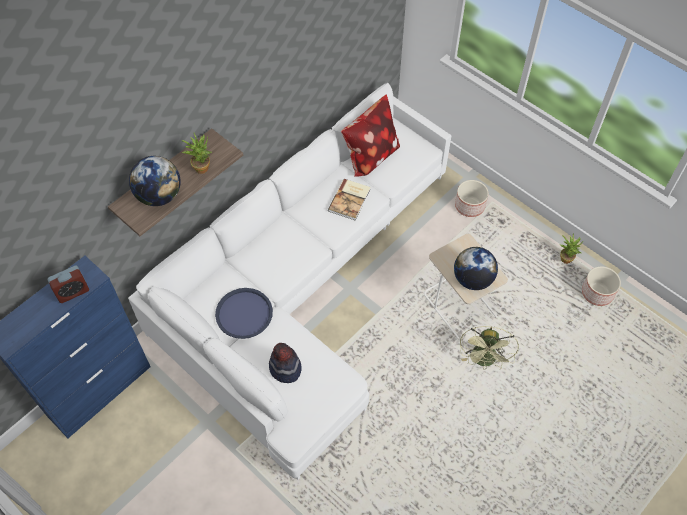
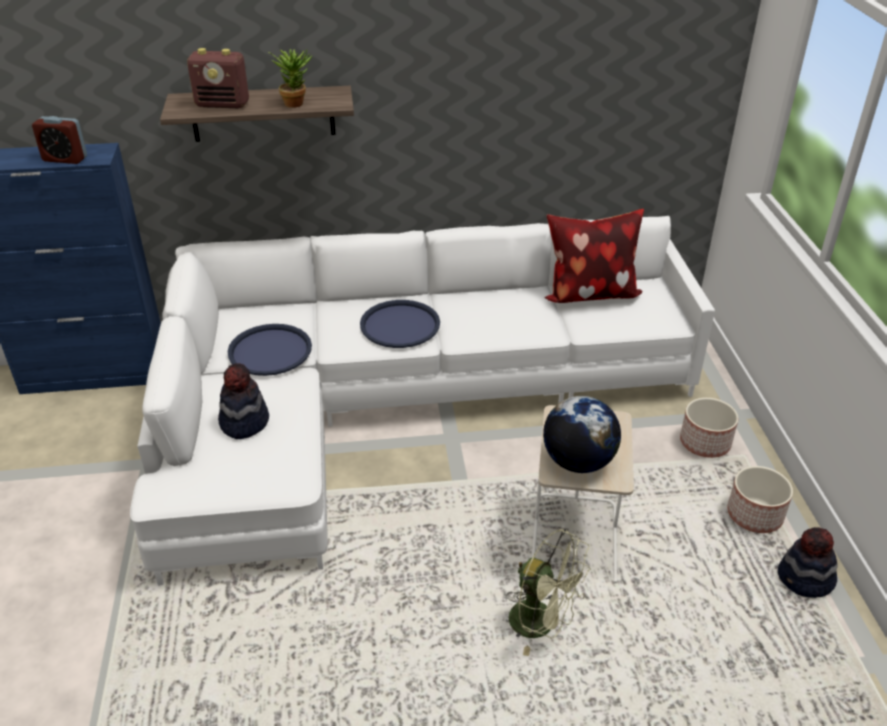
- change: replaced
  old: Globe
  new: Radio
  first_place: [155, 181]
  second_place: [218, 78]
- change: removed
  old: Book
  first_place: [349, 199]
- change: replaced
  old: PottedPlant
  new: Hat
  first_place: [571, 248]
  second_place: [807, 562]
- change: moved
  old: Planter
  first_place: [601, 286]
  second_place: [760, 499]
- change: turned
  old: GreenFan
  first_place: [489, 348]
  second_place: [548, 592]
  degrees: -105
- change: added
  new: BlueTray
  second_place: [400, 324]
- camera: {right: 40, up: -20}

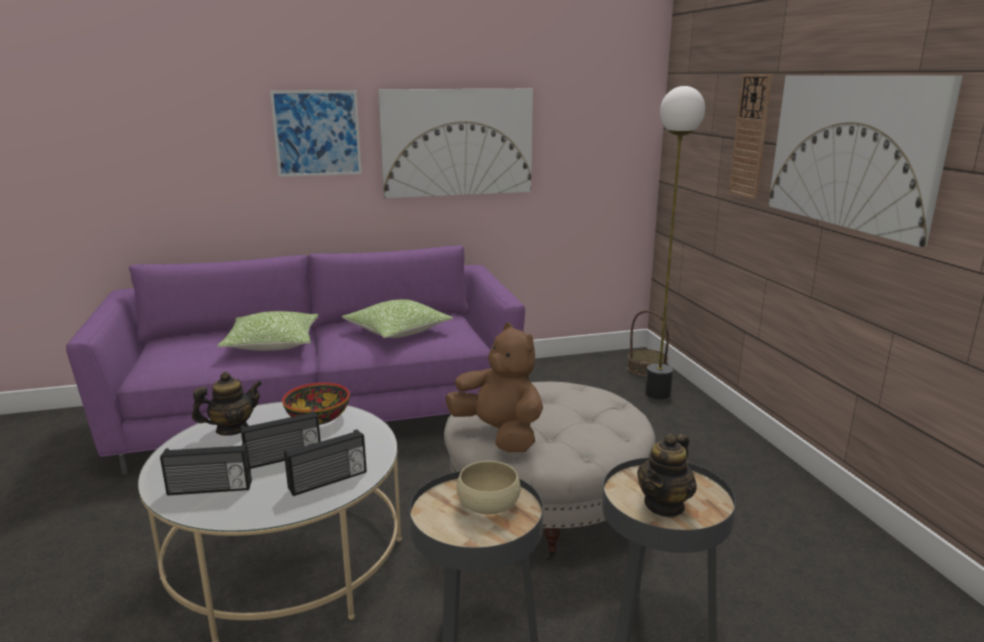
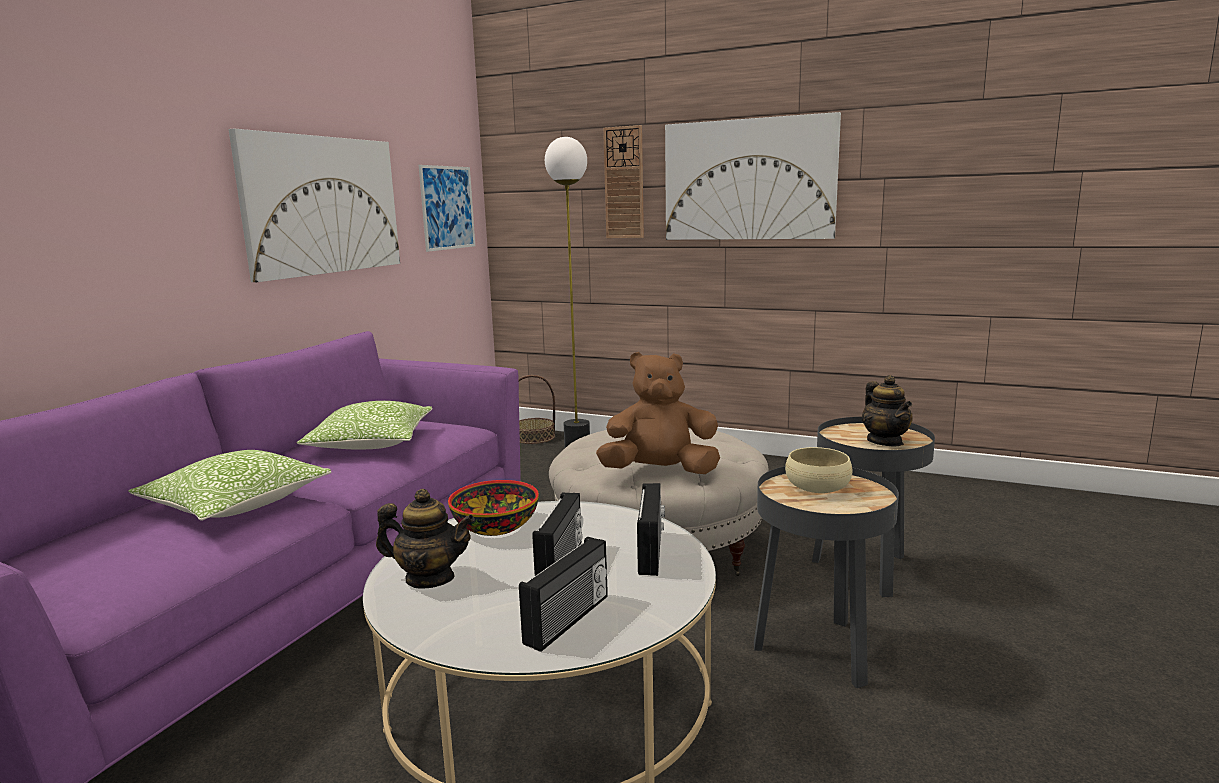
- change: moved
  old: Picture
  first_place: [316, 133]
  second_place: [447, 208]
- change: turned
  old: Teapot
  first_place: [227, 403]
  second_place: [425, 538]
  degrees: 90
- camera: {right: -50, up: -5}

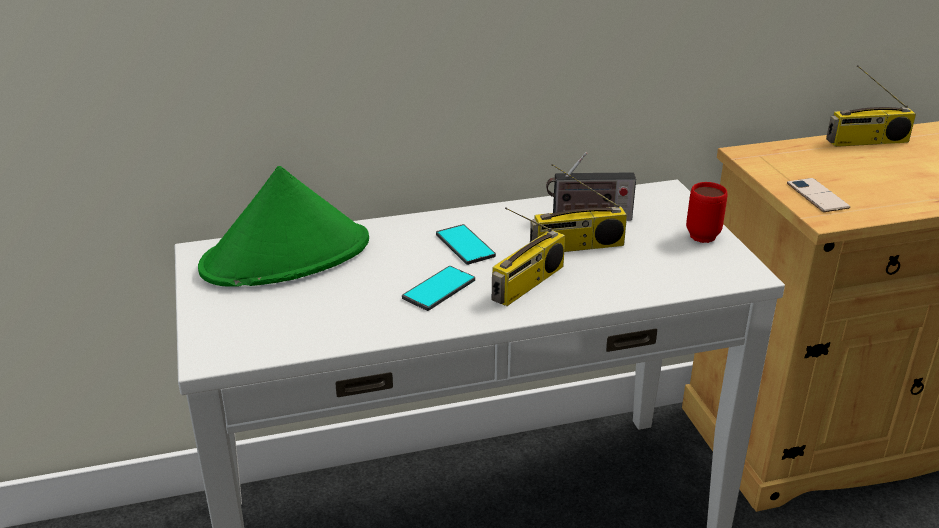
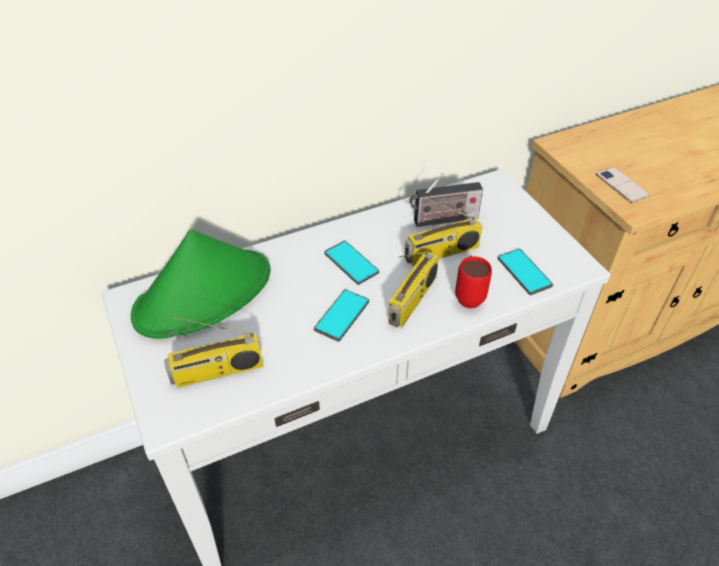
- change: moved
  old: Radio
  first_place: [871, 106]
  second_place: [213, 352]
- change: moved
  old: RedMug
  first_place: [706, 212]
  second_place: [473, 282]
- change: added
  new: Phone
  second_place: [525, 272]
- camera: {right: -10, up: 15}

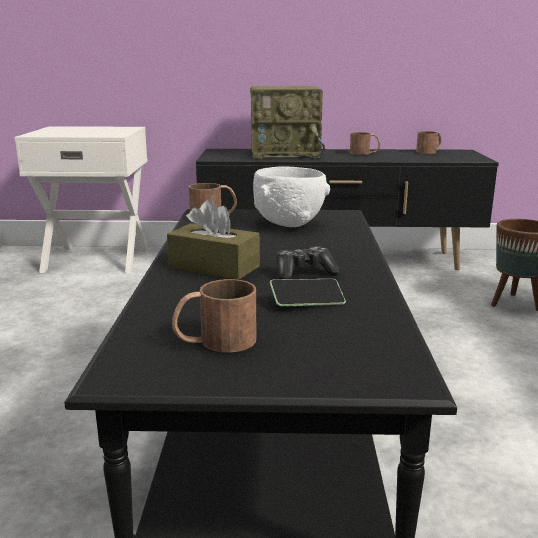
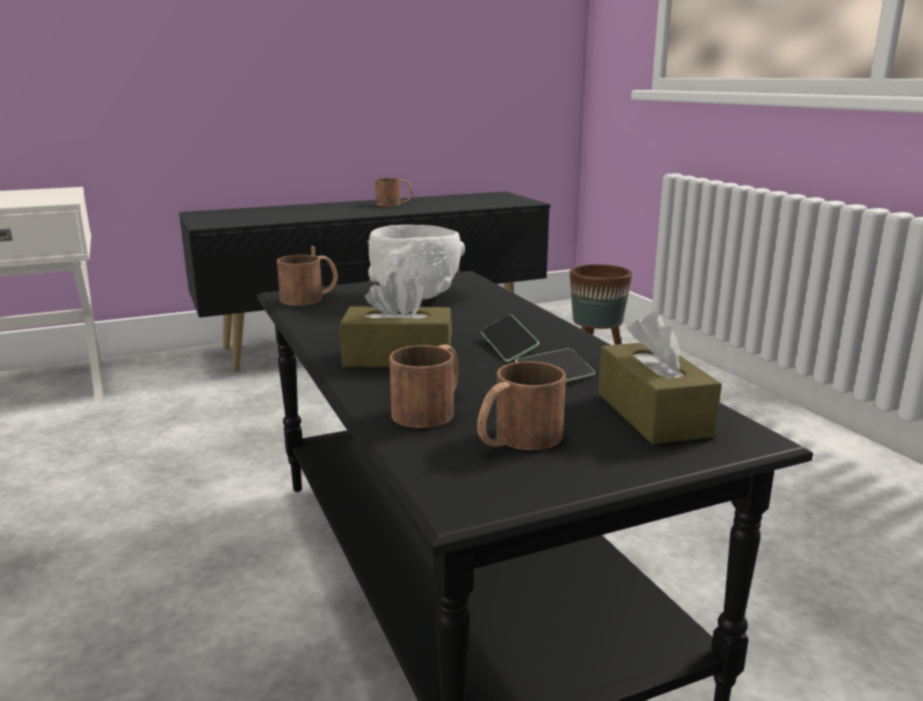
- change: removed
  old: Radio
  first_place: [287, 122]
- change: moved
  old: BrownMug
  first_place: [429, 142]
  second_place: [424, 386]
- change: replaced
  old: GameController
  new: Phone
  first_place: [308, 262]
  second_place: [510, 338]
- change: added
  new: BrownTissueBox
  second_place: [660, 378]
- camera: {right: -25, up: 0}

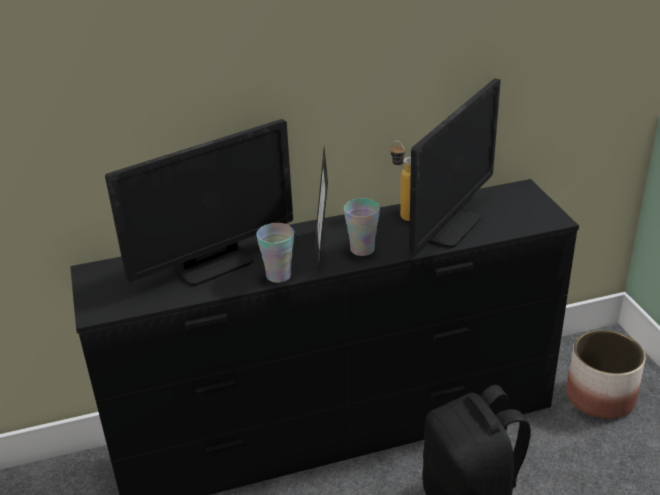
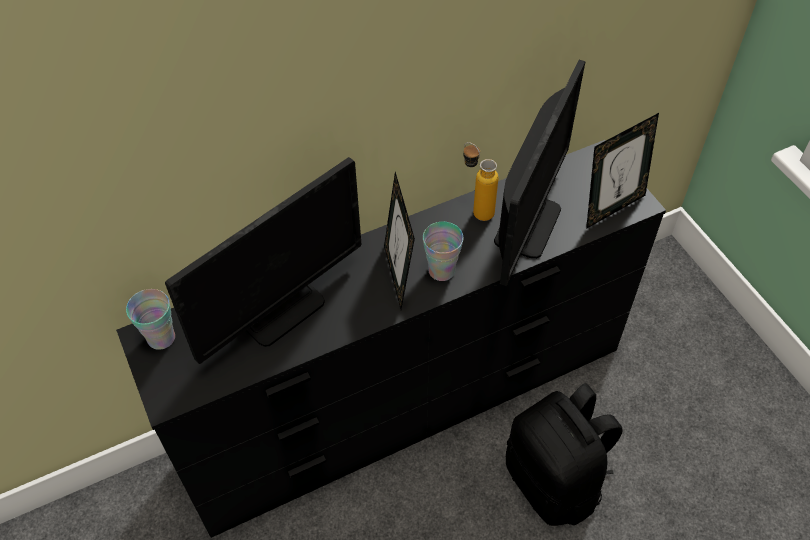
- change: moved
  old: Cup
  first_place: [275, 253]
  second_place: [150, 319]
- change: removed
  old: Planter
  first_place: [606, 374]
- change: added
  new: PictureFrame
  second_place: [622, 171]
- camera: {right: -10, up: 20}

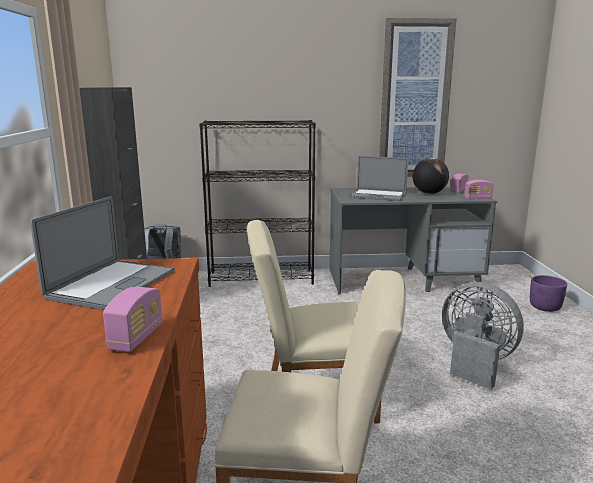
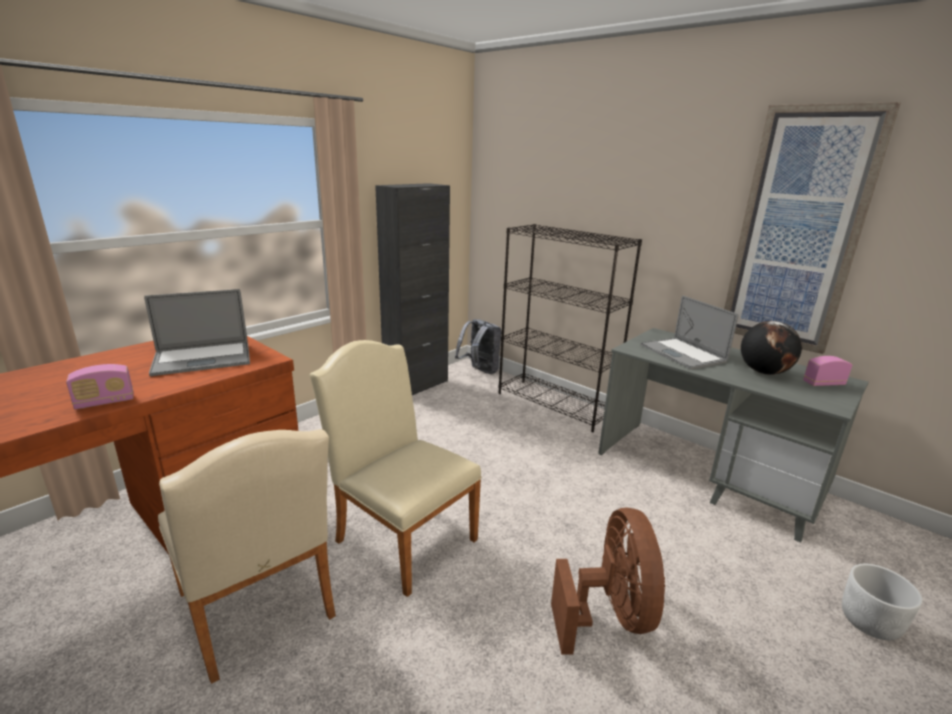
- change: removed
  old: Radio
  first_place: [479, 190]
- change: recoloured
  old: PurplePlanter
  new: WhitePlanter
  first_place: [548, 293]
  second_place: [882, 602]
- change: recoloured
  old: GreyFan
  new: BrownFan
  first_place: [483, 336]
  second_place: [608, 581]
- camera: {right: 45, up: 5}

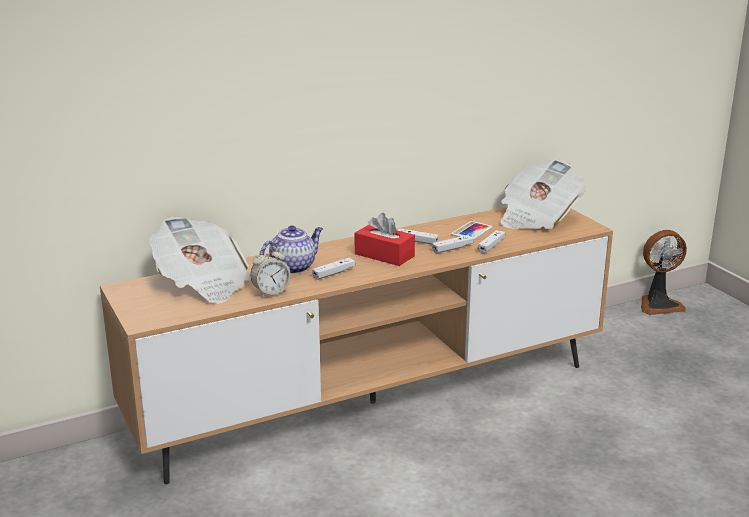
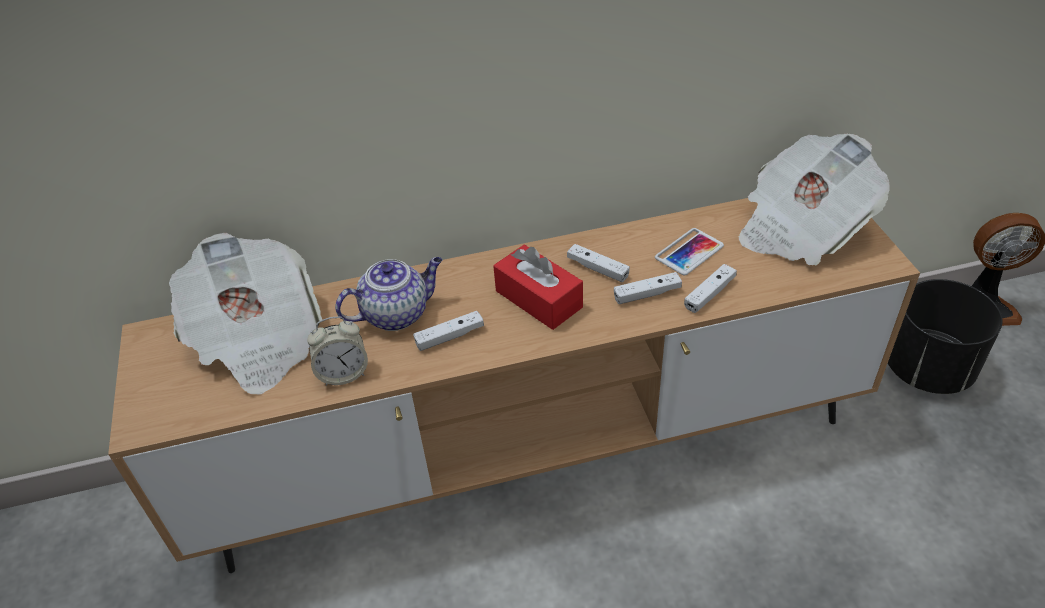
- change: added
  new: BlackPlanter
  second_place: [945, 336]
- camera: {right: 15, up: 20}

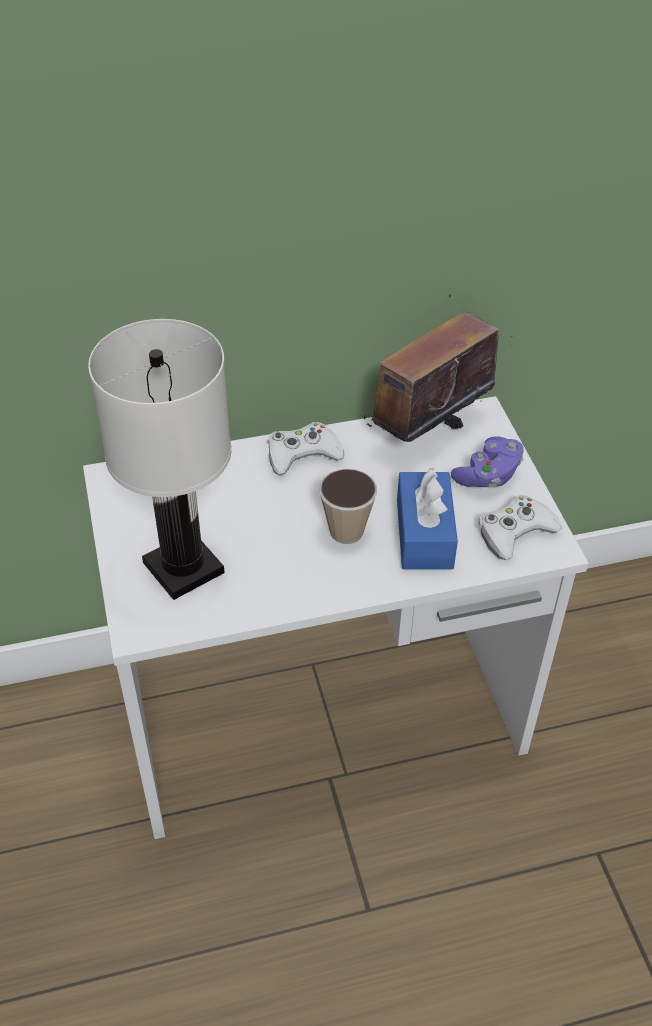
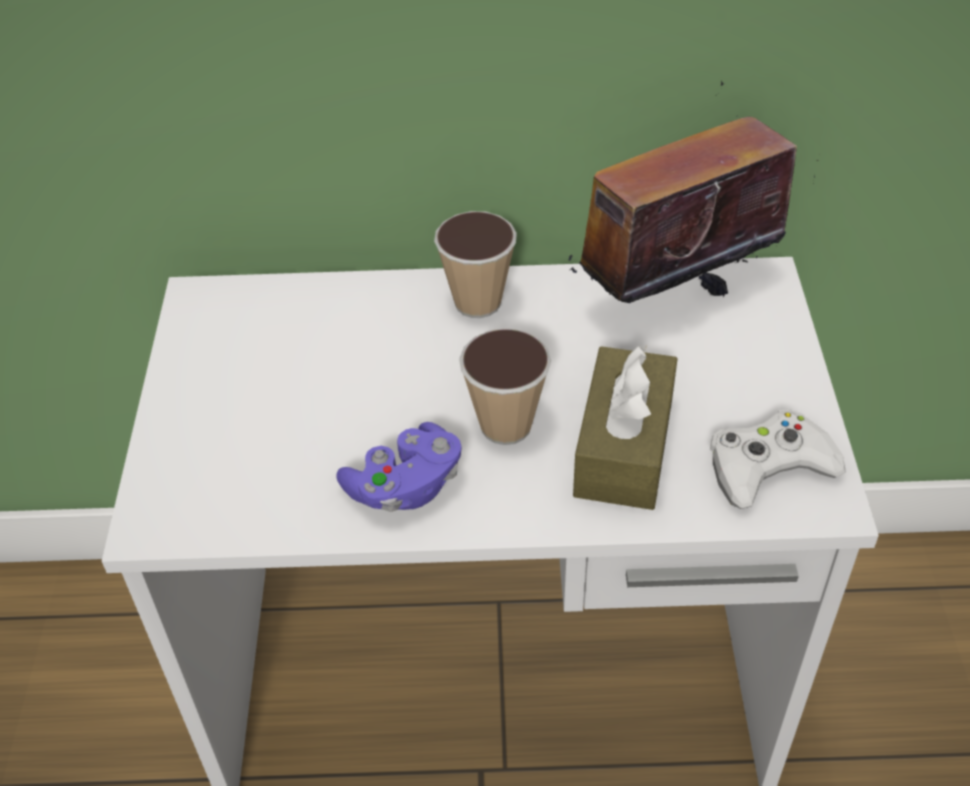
- change: removed
  old: WhiteTableLamp
  first_place: [159, 459]
- change: replaced
  old: WhiteGameController
  new: Cup
  first_place: [305, 448]
  second_place: [475, 264]
- change: moved
  old: PurpleGameController
  first_place: [487, 462]
  second_place: [399, 467]
- change: recoloured
  old: BlueTissueBox
  new: BrownTissueBox
  first_place: [427, 518]
  second_place: [625, 427]
- camera: {right: 15, up: 0}

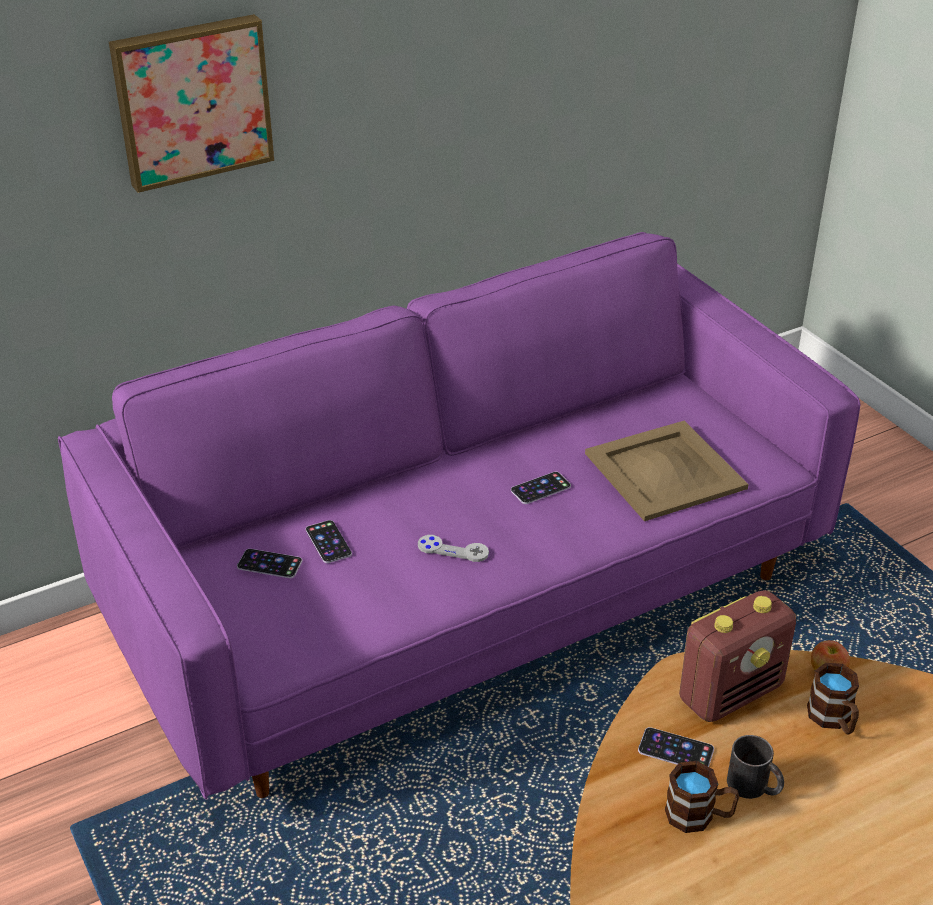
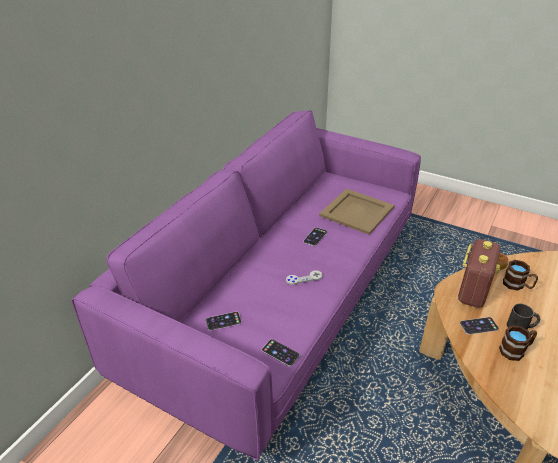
- change: removed
  old: Picture
  first_place: [191, 103]
- change: moved
  old: Phone
  first_place: [329, 541]
  second_place: [281, 353]
- camera: {right: -30, up: 0}

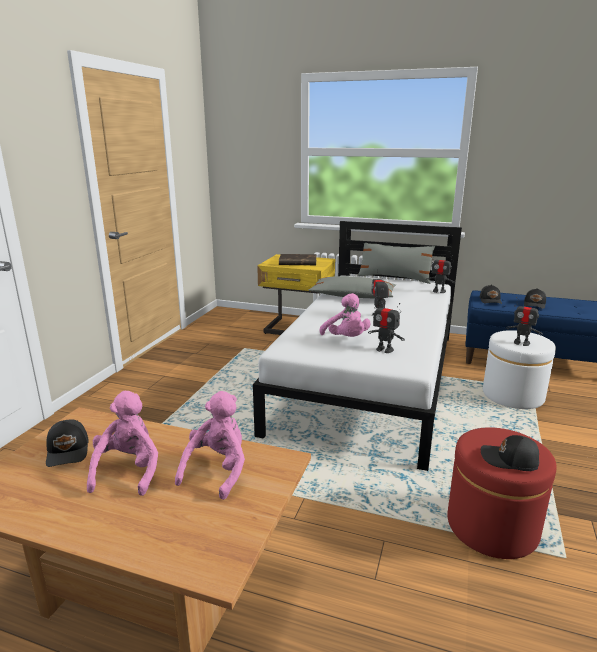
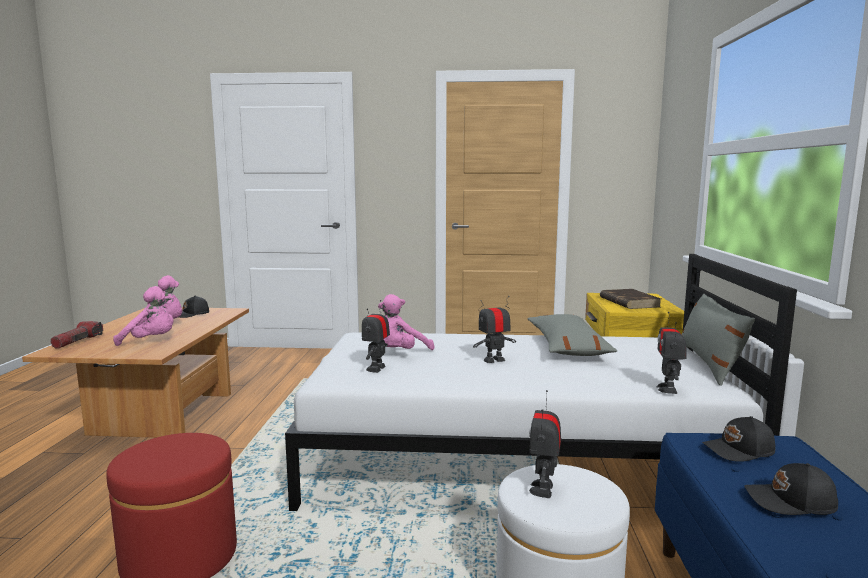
- change: removed
  old: BlackCap
  first_place: [510, 453]
- change: added
  new: Flashlight
  second_place: [76, 335]
- camera: {right: 75, up: -10}

